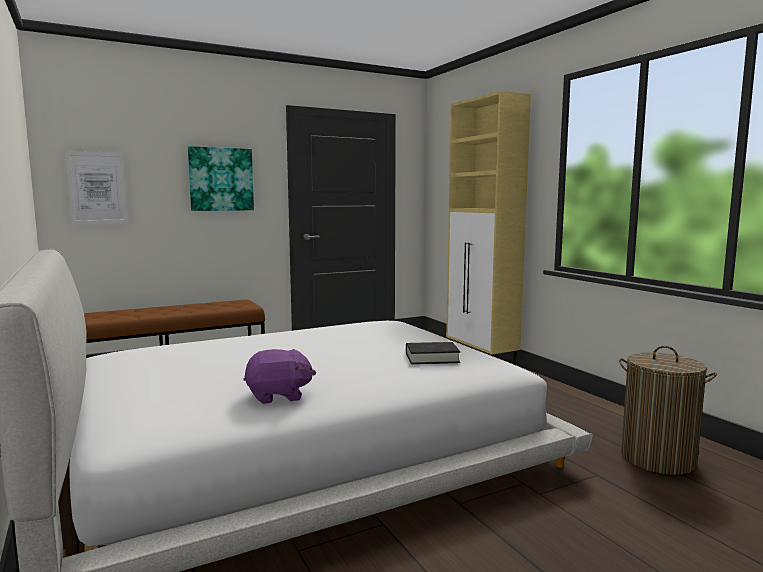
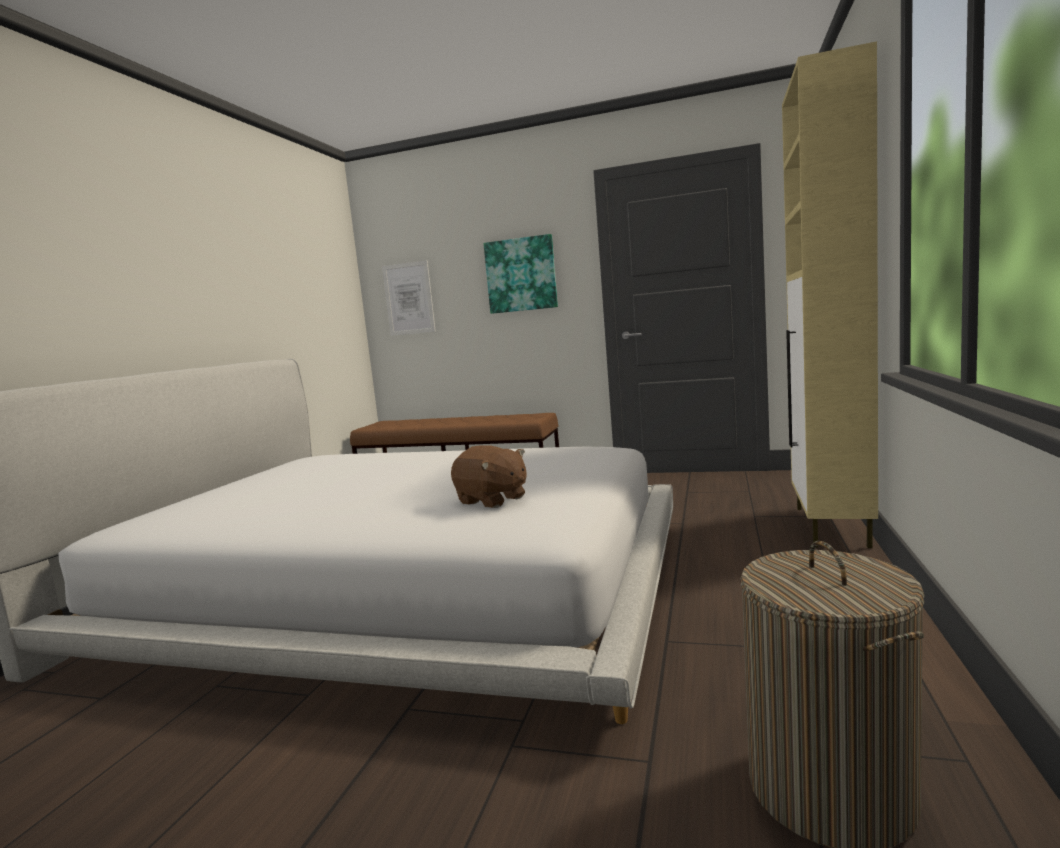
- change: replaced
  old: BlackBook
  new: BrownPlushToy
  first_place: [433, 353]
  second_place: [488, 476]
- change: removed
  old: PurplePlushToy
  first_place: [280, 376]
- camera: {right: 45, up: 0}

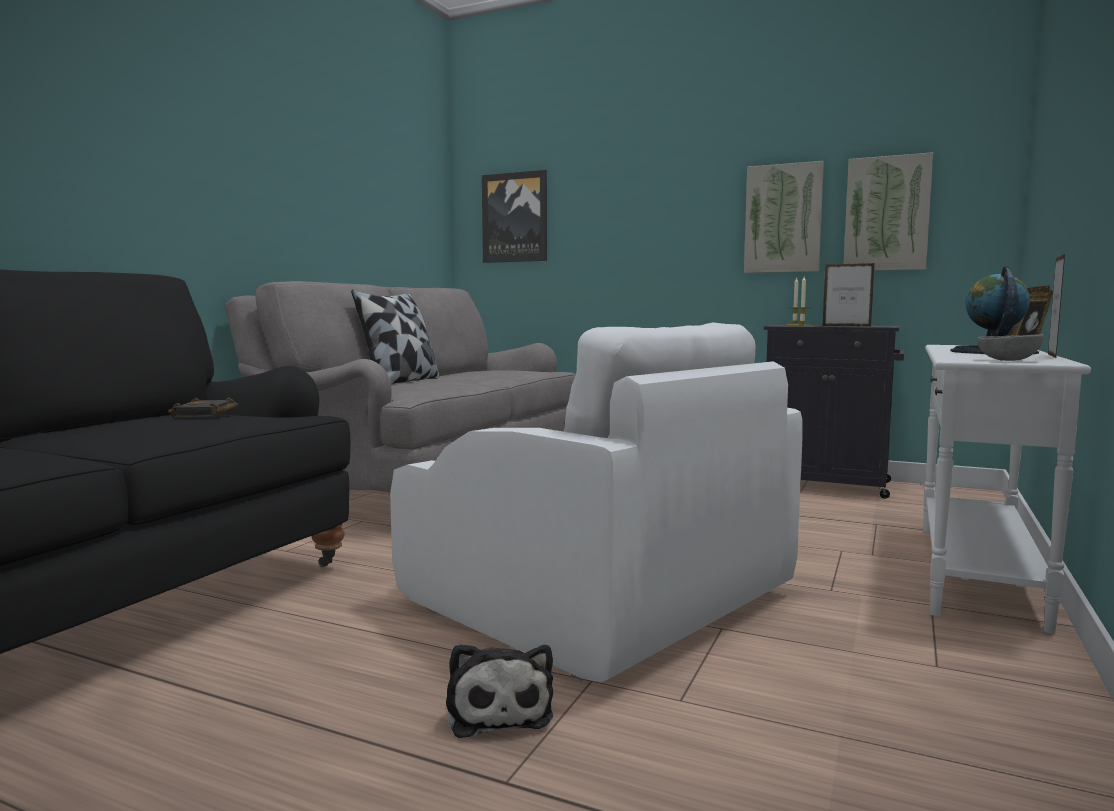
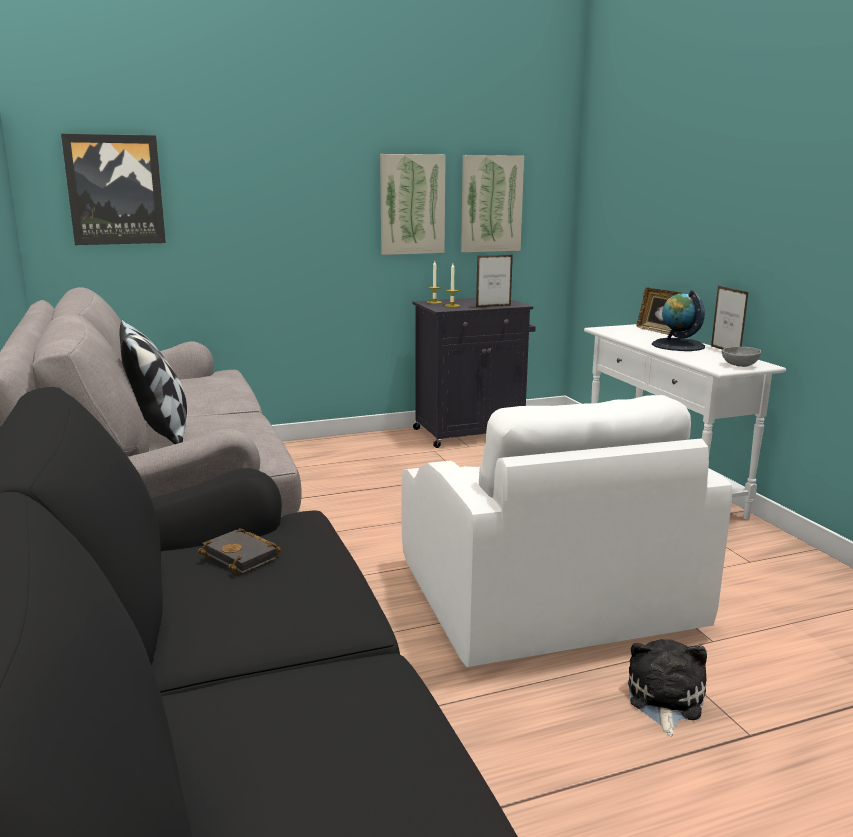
- change: turned
  old: WhiteArmchair
  first_place: [596, 502]
  second_place: [567, 531]
  degrees: 75
- change: turned
  old: PlushToy
  first_place: [499, 691]
  second_place: [667, 687]
  degrees: -105
- camera: {right: -45, up: 10}

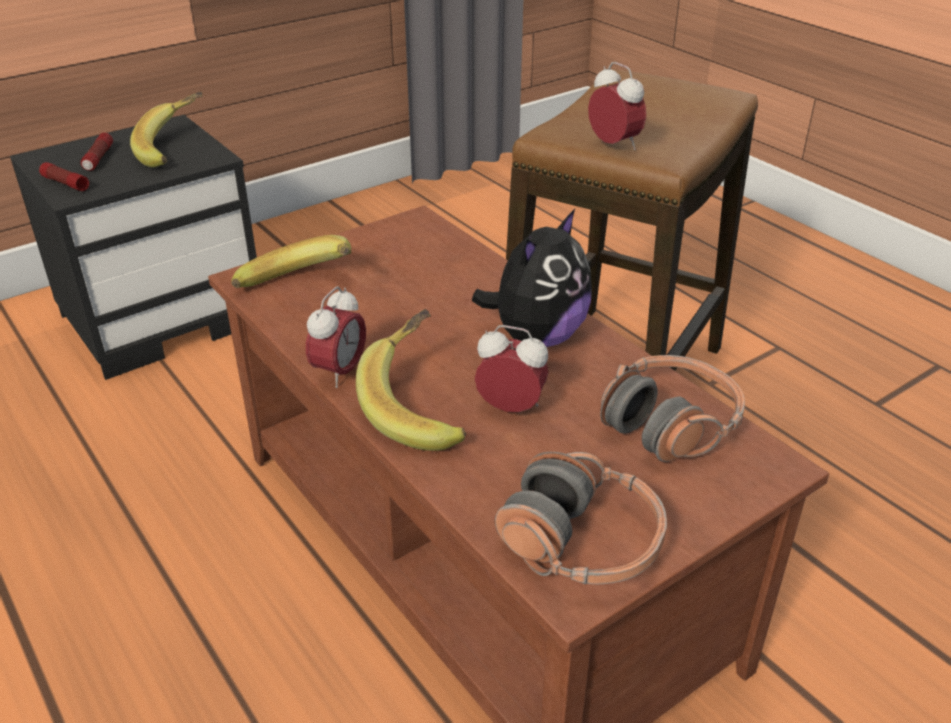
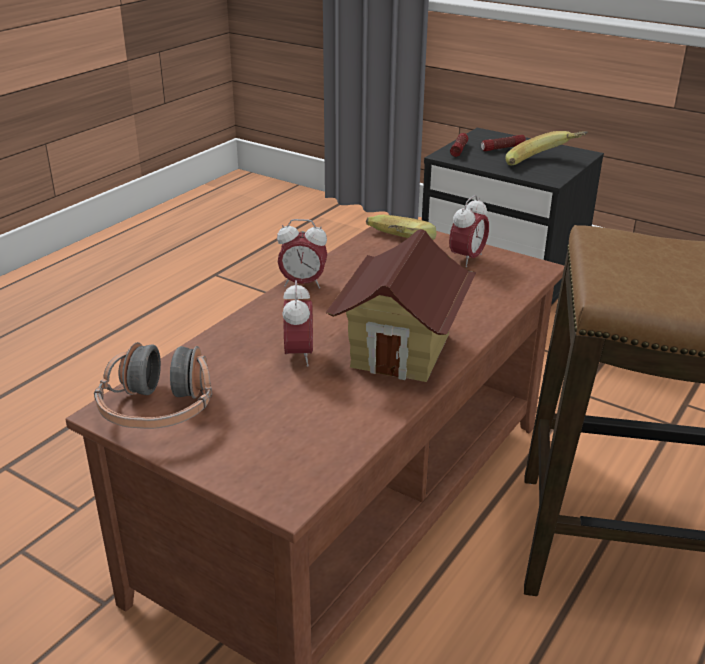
- change: moved
  old: AlarmClock
  first_place: [617, 106]
  second_place: [469, 231]
- change: replaced
  old: PlushToy
  new: ToyHouse
  first_place: [532, 278]
  second_place: [400, 305]
- change: removed
  old: Banana
  first_place: [411, 380]
- change: removed
  old: Headphones
  first_place: [672, 408]
- camera: {right: 70, up: -5}

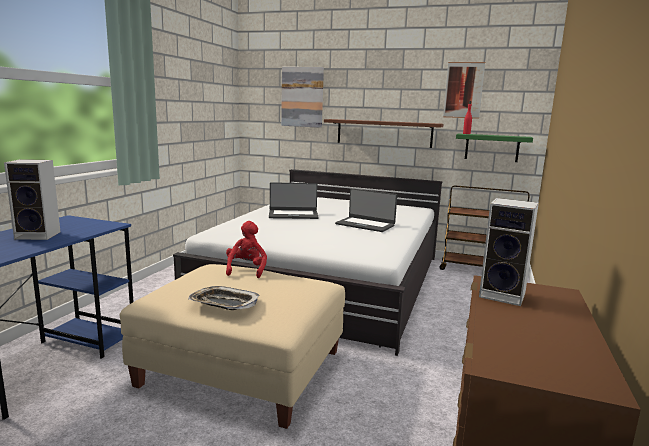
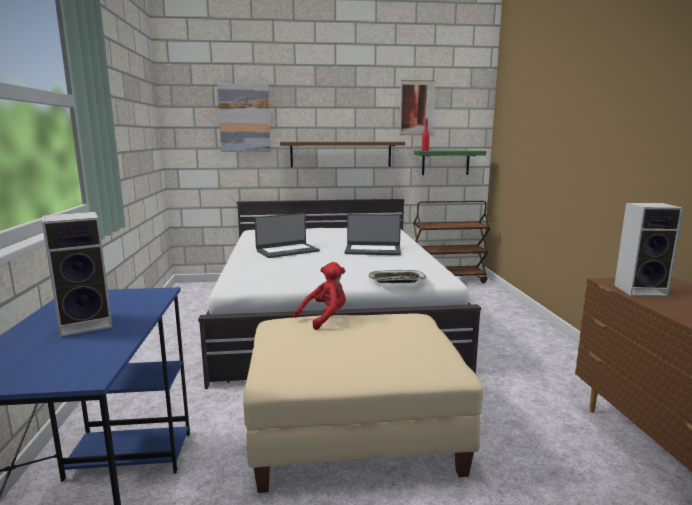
- change: turned
  old: RedPlushToy
  first_place: [246, 249]
  second_place: [320, 296]
  degrees: 75
- change: moved
  old: Tray
  first_place: [223, 298]
  second_place: [397, 276]
- camera: {right: -25, up: 0}

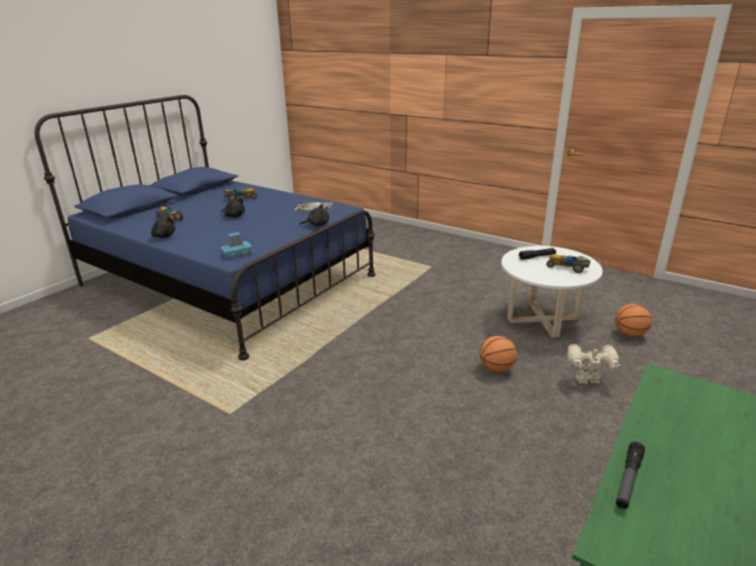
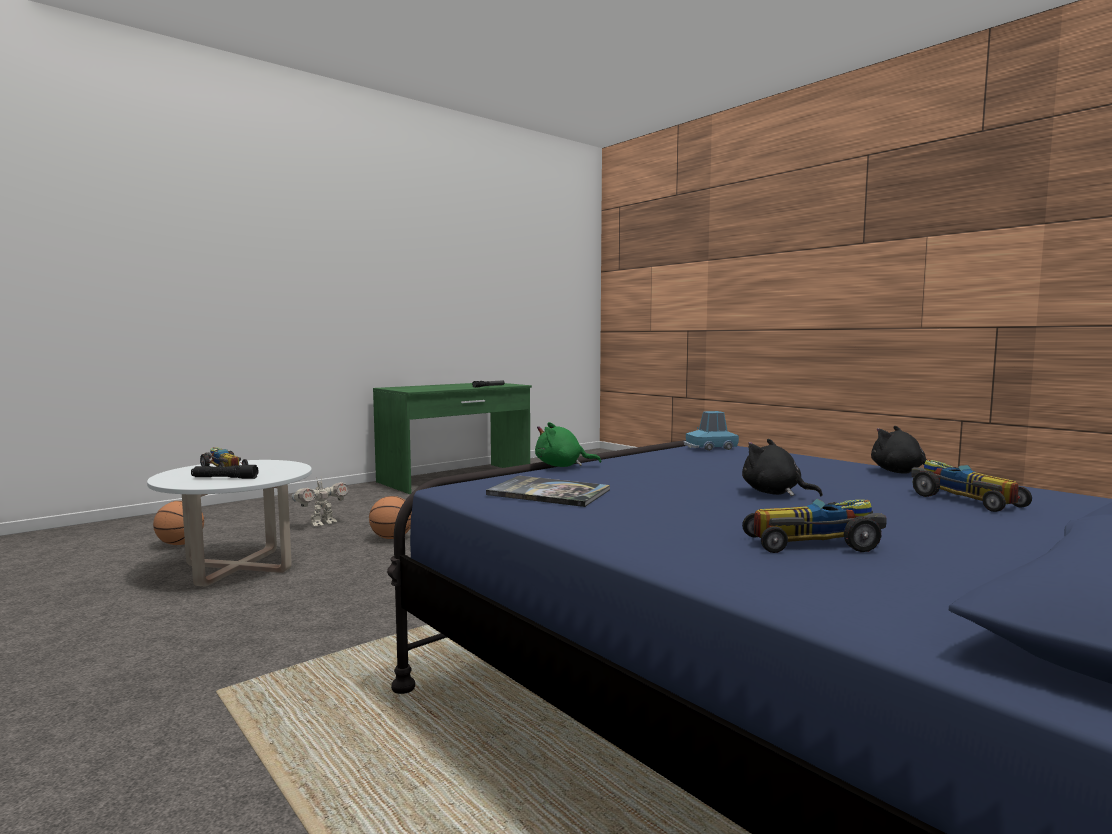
- change: recoloured
  old: BlackPlushToy
  new: GreenPlushToy
  first_place: [314, 215]
  second_place: [568, 444]
- change: turned
  old: ToyRobot
  first_place: [594, 364]
  second_place: [320, 502]
  degrees: -60
- camera: {right: -165, up: -20}

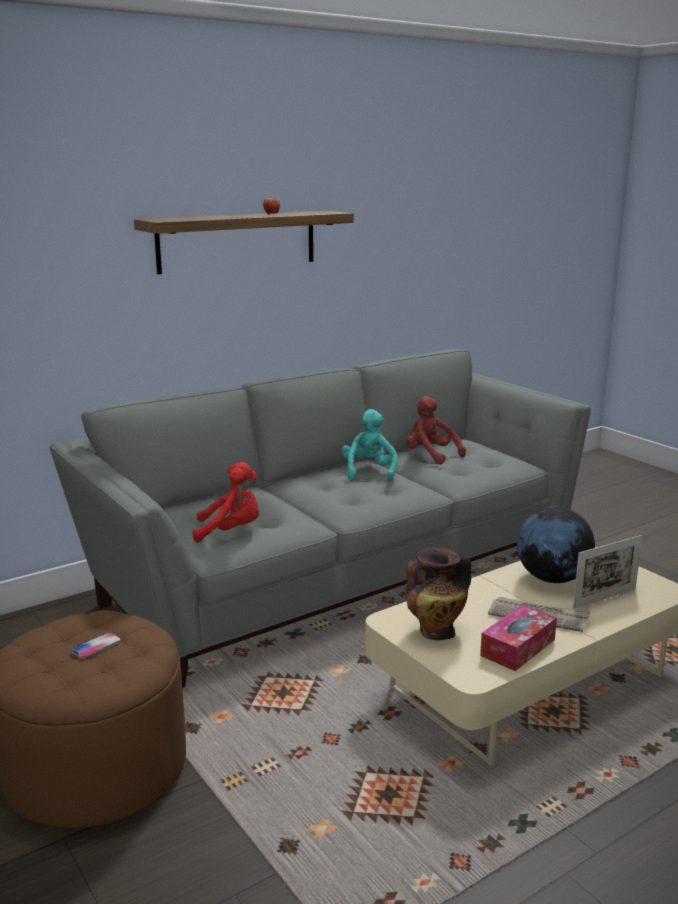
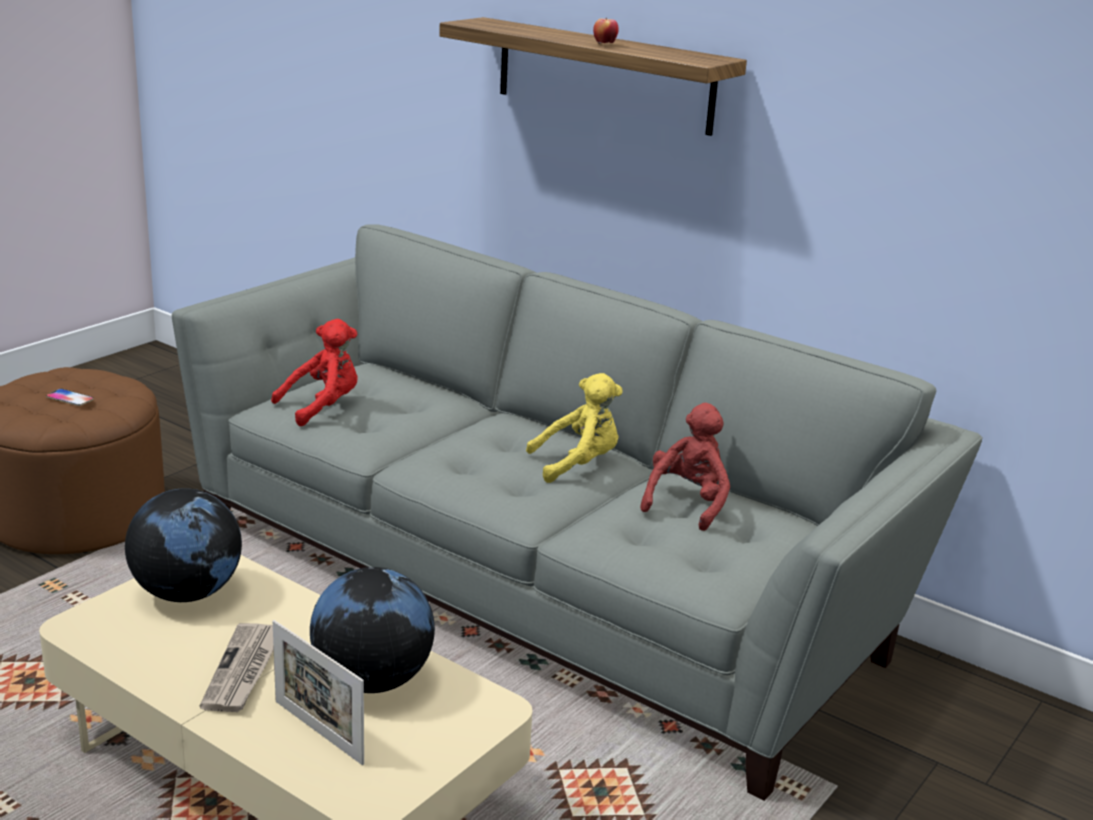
- change: recoloured
  old: TurquoisePlushToy
  new: YellowPlushToy
  first_place: [370, 445]
  second_place: [574, 428]
- change: turned
  old: RedPlushToy
  first_place: [225, 502]
  second_place: [314, 372]
  degrees: -105
- change: replaced
  old: Vase
  new: Globe
  first_place: [438, 594]
  second_place: [183, 545]
- change: removed
  old: TissueBox
  first_place: [518, 637]
- camera: {right: 70, up: 5}

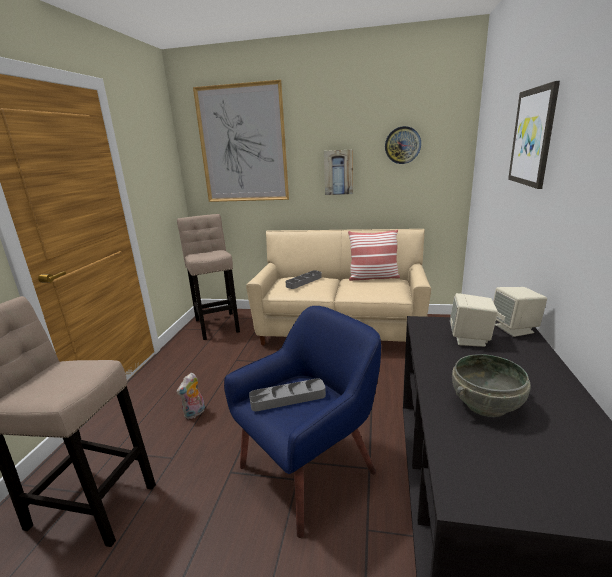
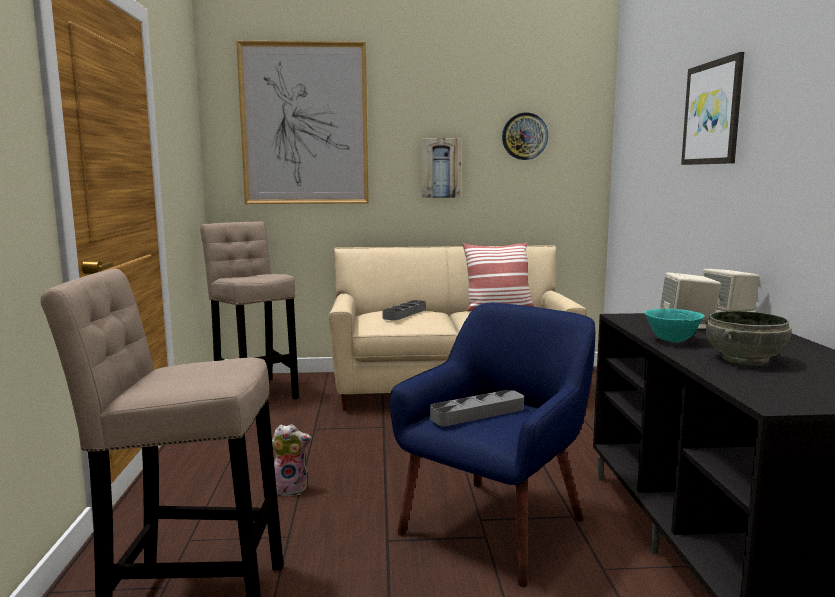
- change: turned
  old: PlushToy
  first_place: [190, 396]
  second_place: [292, 460]
  degrees: -120
- change: added
  new: TurquoiseBowl
  second_place: [674, 325]
- camera: {right: -15, up: -10}

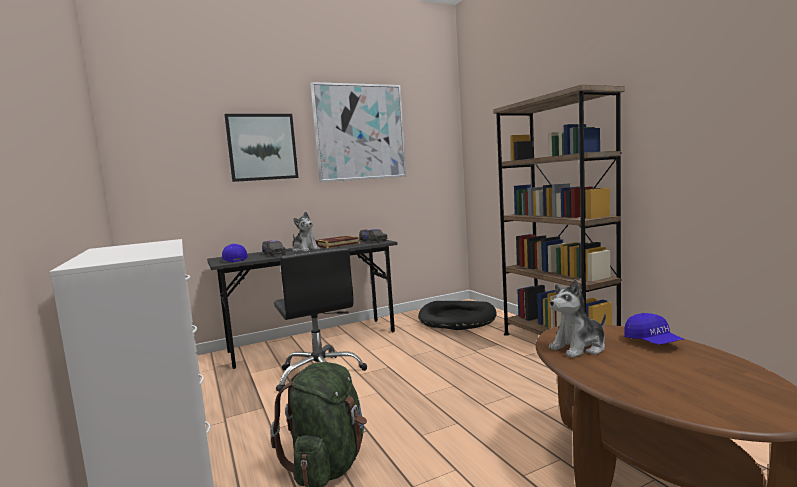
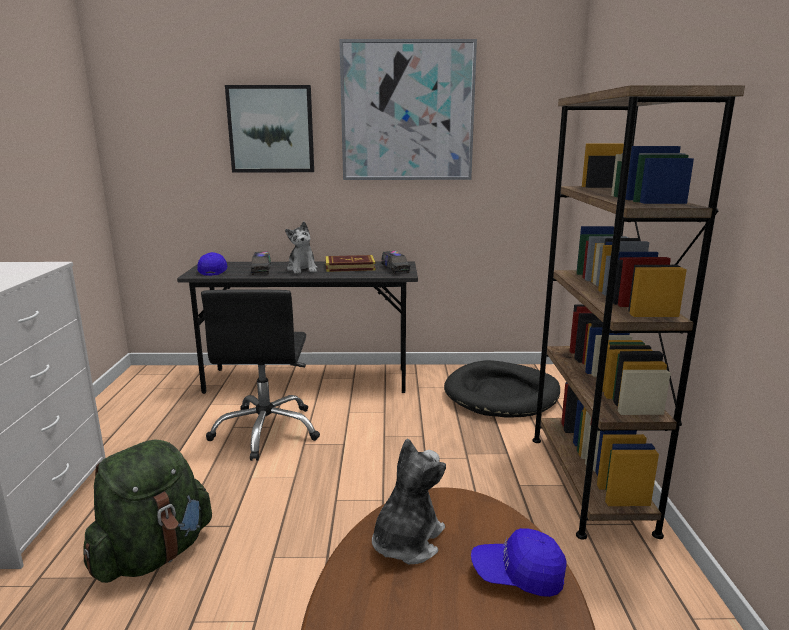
- change: turned
  old: PlushToy
  first_place: [577, 318]
  second_place: [409, 501]
  degrees: 120
- change: turned
  old: BlueCap
  first_place: [654, 329]
  second_place: [519, 562]
  degrees: 90
- camera: {right: 25, up: 10}

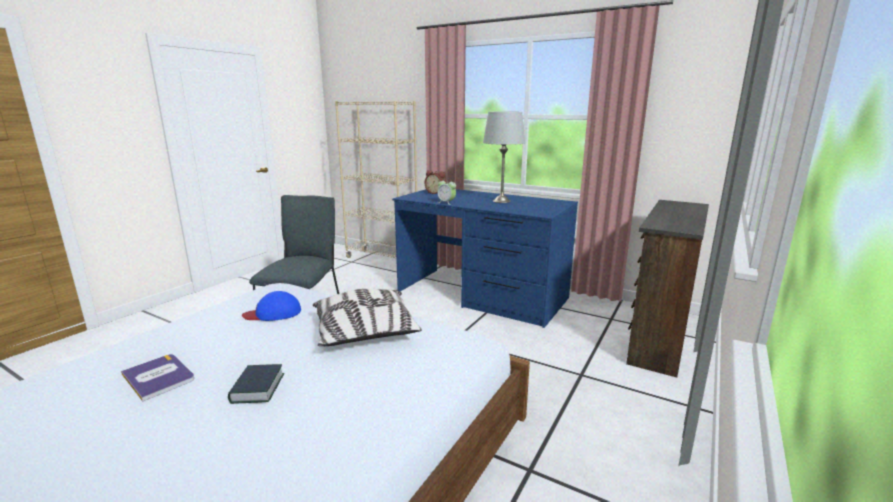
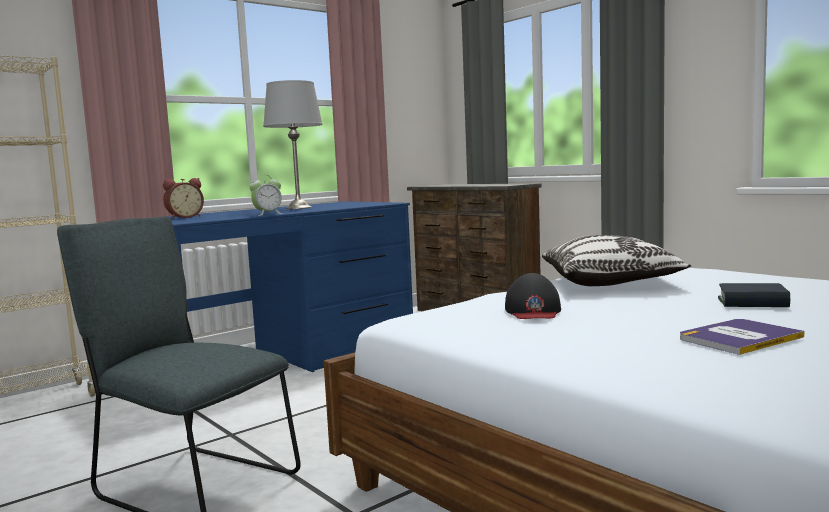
- change: recoloured
  old: BlueCap
  new: BlackCap
  first_place: [271, 306]
  second_place: [533, 296]
- camera: {right: -70, up: -10}

